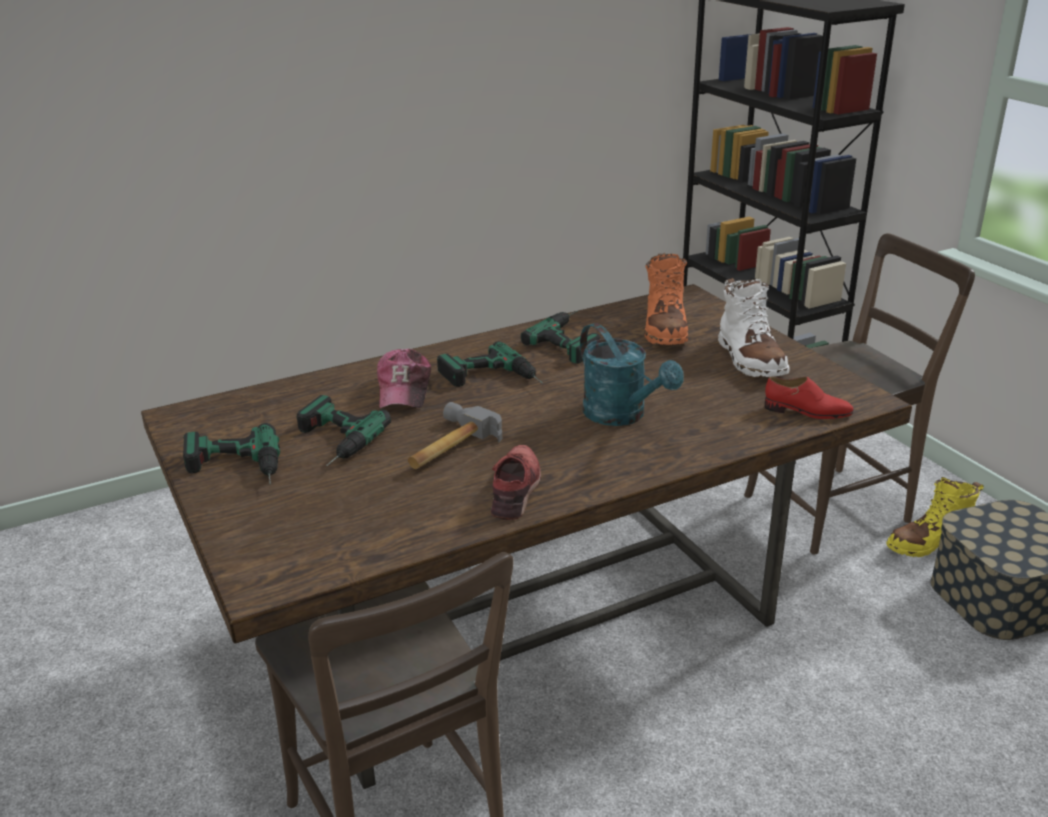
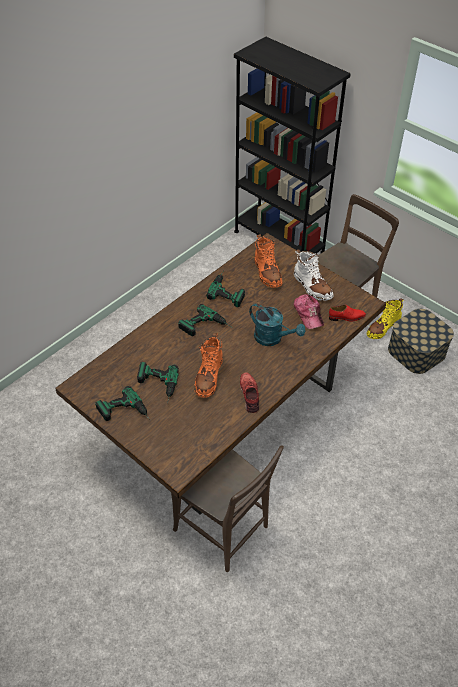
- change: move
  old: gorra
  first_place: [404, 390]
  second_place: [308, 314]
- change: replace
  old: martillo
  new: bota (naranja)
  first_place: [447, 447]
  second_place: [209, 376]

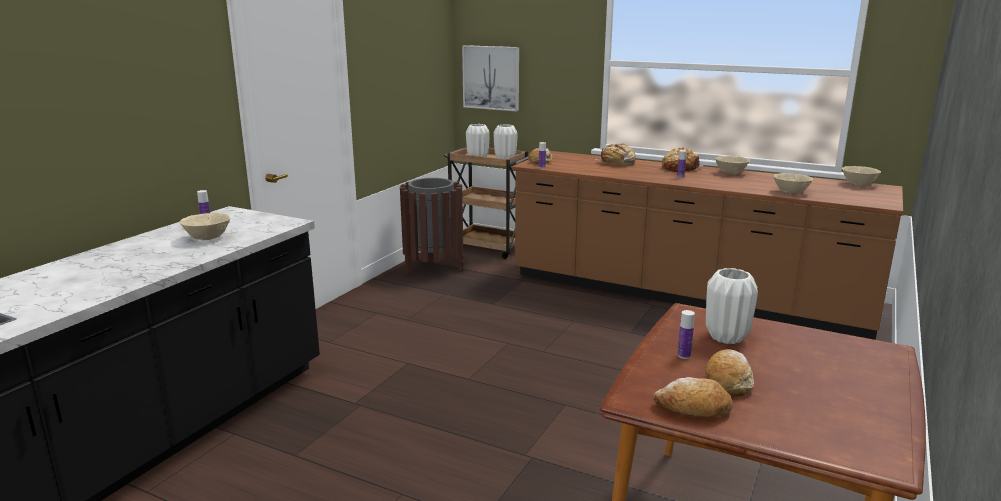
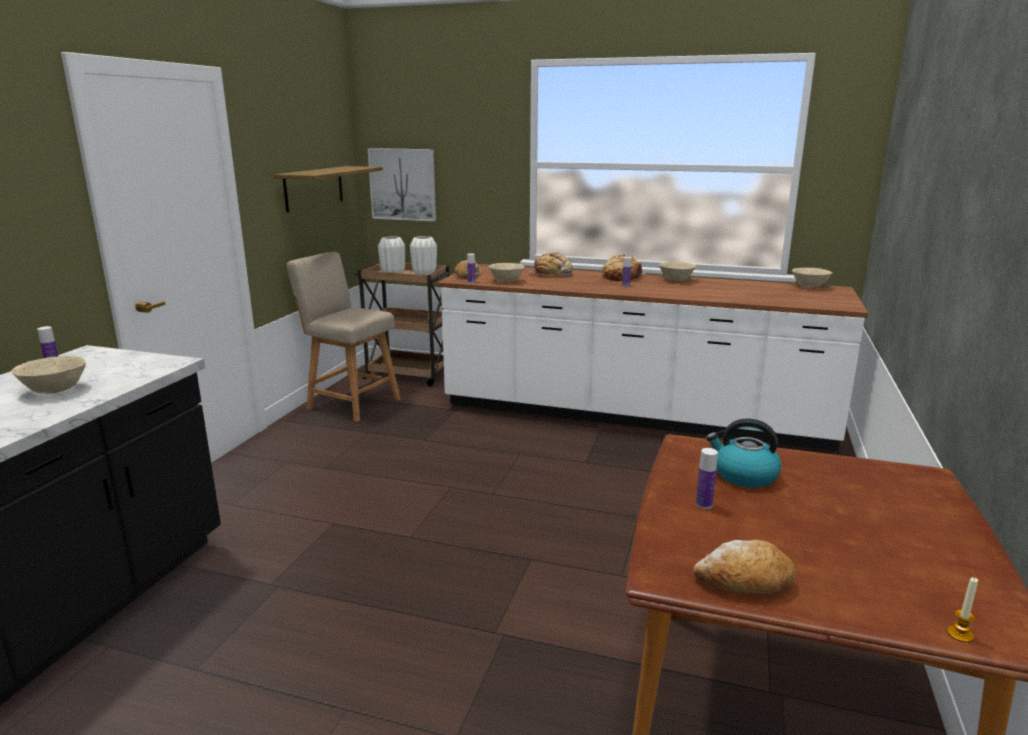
- change: delete
  old: pan
  first_place: [728, 380]
- change: insert
  new: estante
  second_place: [314, 188]
- change: insert
  new: vela
  second_place: [960, 634]
- change: move
  old: cuenco (beis)
  first_place: [790, 192]
  second_place: [506, 281]
- change: replace
  old: papelera (marrón)
  new: silla (beis)
  first_place: [434, 268]
  second_place: [350, 403]
- change: replace
  old: florero (blanco)
  new: hervidor
  first_place: [726, 338]
  second_place: [743, 475]
- change: recolor
  old: mueble bajo de cocina (marrón)
  new: mueble bajo de cocina (blanco)
  first_place: [685, 295]
  second_place: [633, 414]

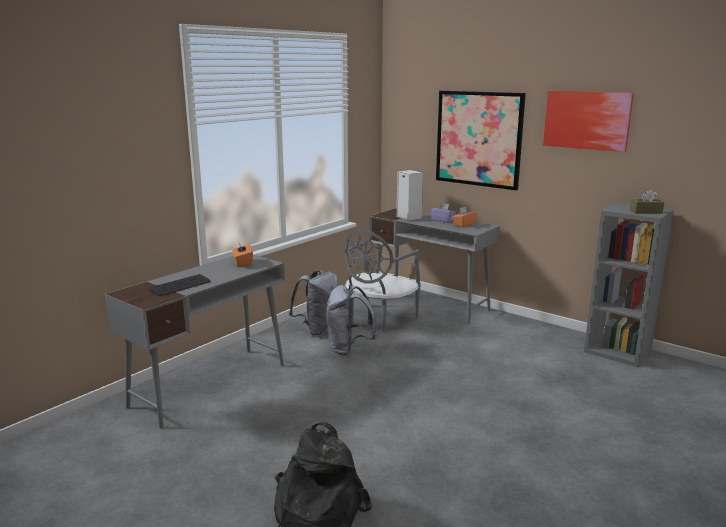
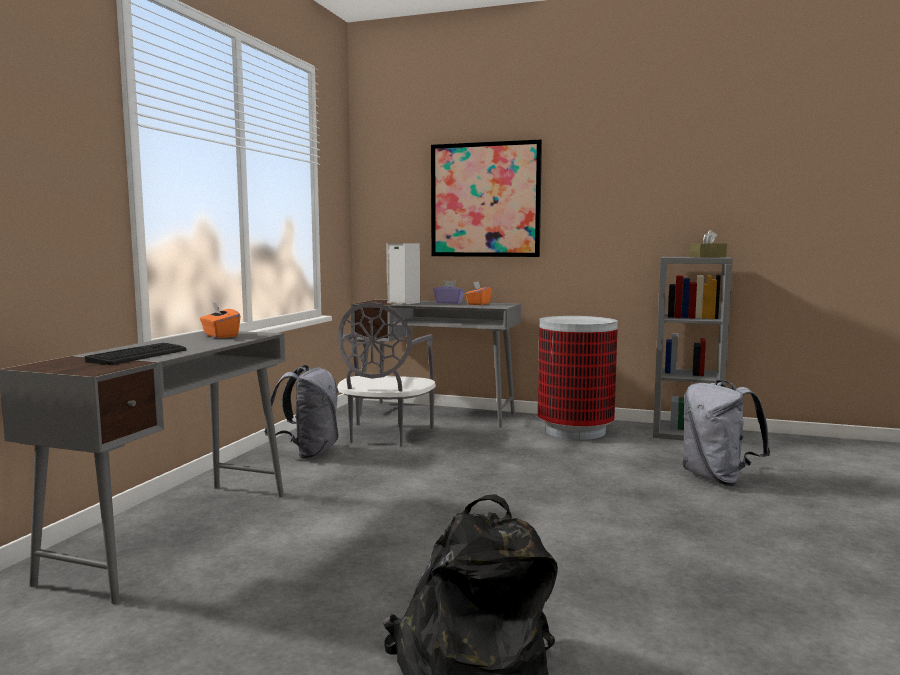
- change: delete
  old: cuadro
  first_place: [586, 120]
- change: insert
  new: papelera
  second_place: [574, 431]
- change: move
  old: mochila (gris)
  first_place: [349, 349]
  second_place: [718, 479]

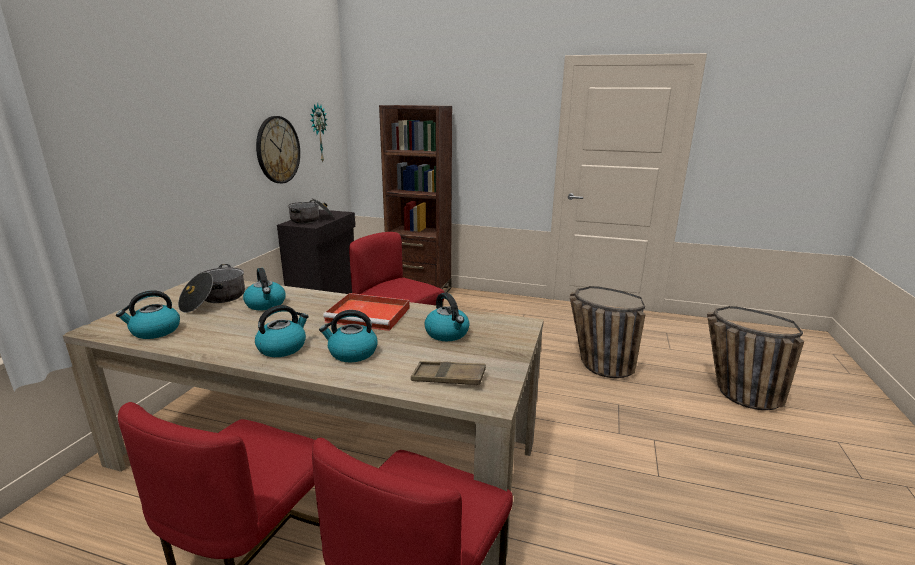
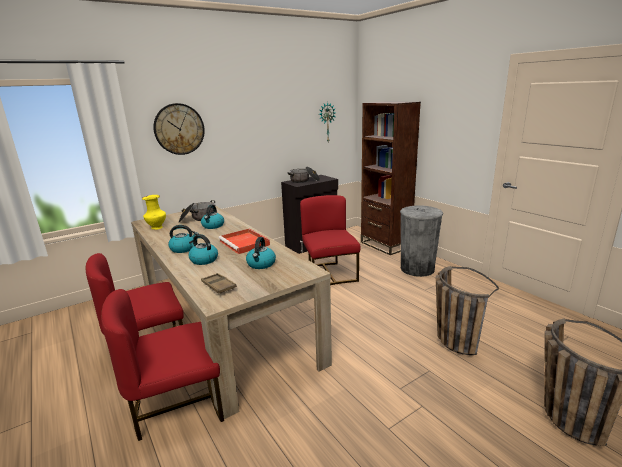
- change: insert
  new: papelera (gris)
  second_place: [417, 269]
- change: move
  old: reloj de pared
  first_place: [278, 150]
  second_place: [179, 129]
- change: replace
  old: hervidor
  new: florero (amarillo)
  first_place: [155, 331]
  second_place: [157, 228]

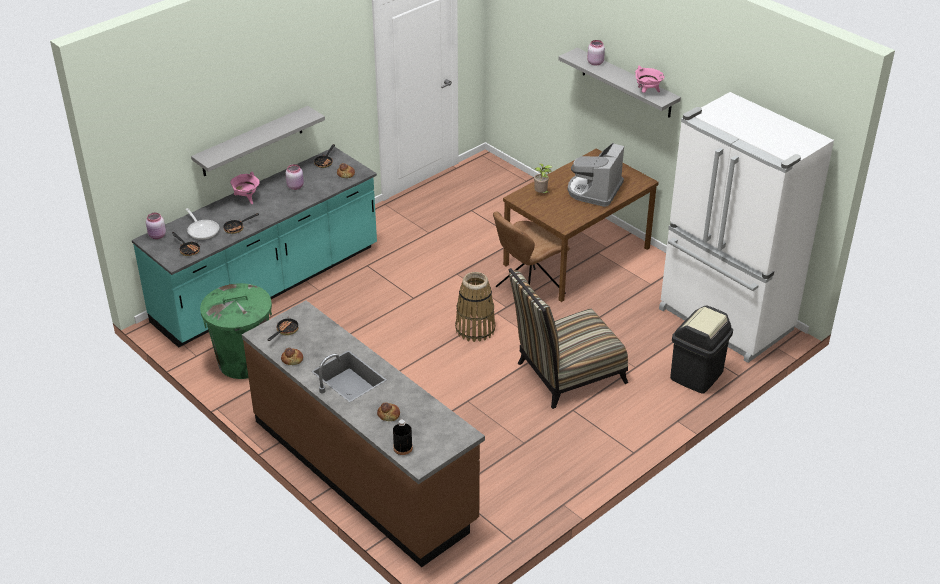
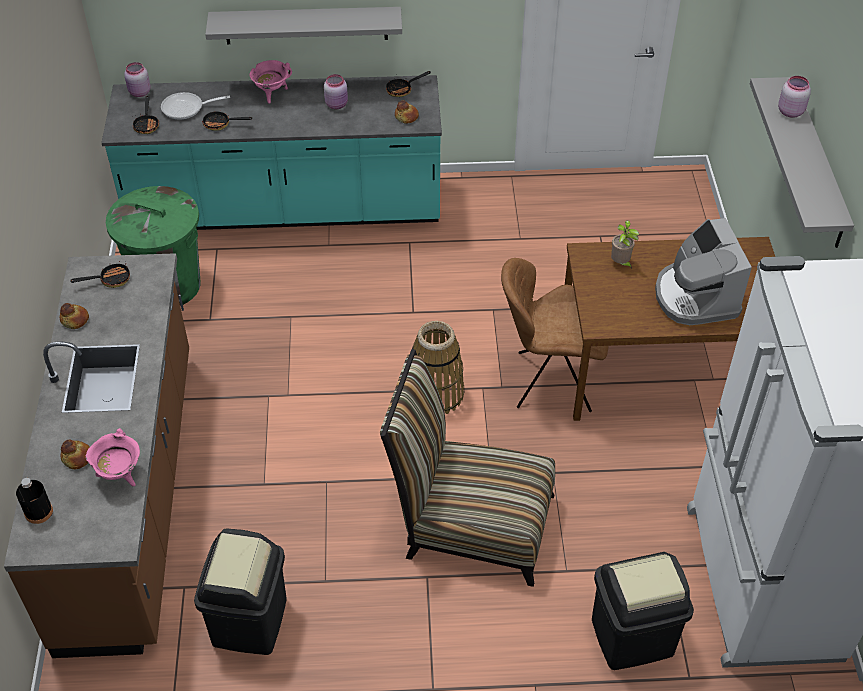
- change: insert
  new: papelera (negro)
  second_place: [249, 621]
- change: move
  old: olla (rosa)
  first_place: [647, 92]
  second_place: [120, 475]
- change: rotate
  old: sartén
  first_place: [202, 230]
  second_place: [186, 109]
  degrees: 75
- change: rotate
  old: cafetera
  first_place: [594, 190]
  second_place: [695, 297]
  degrees: -75

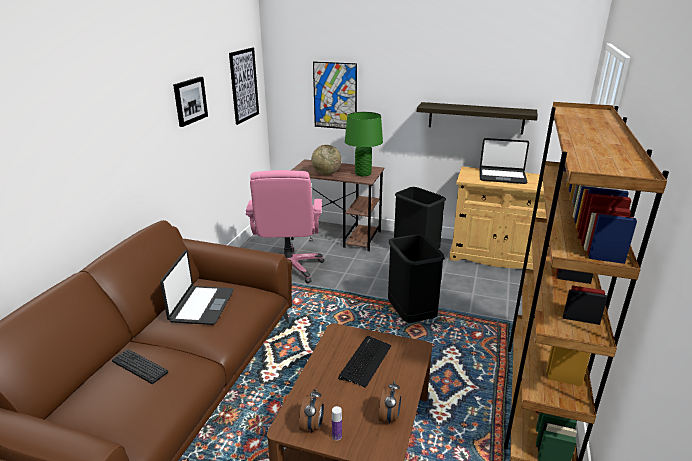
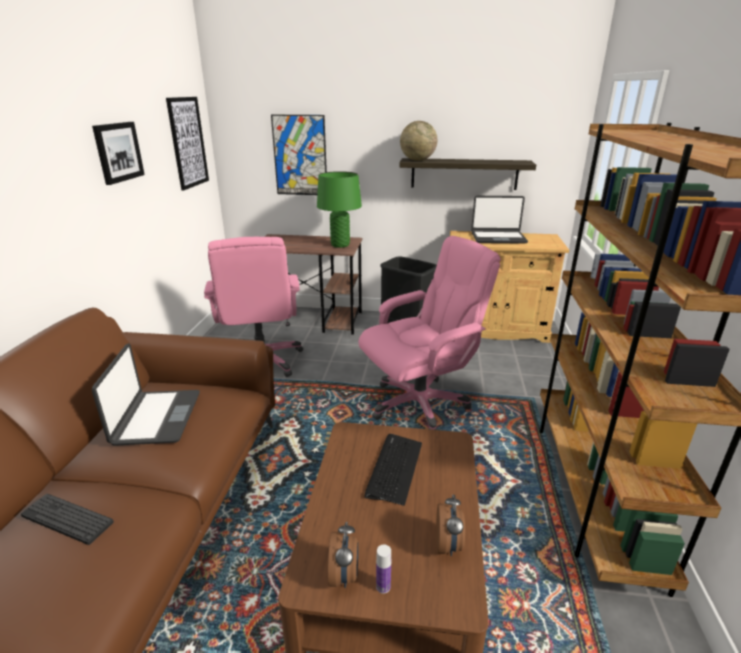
- change: move
  old: globo terráqueo
  first_place: [326, 174]
  second_place: [417, 160]
- change: replace
  old: papelera (negro)
  new: silla de oficina (rosa)
  first_place: [411, 316]
  second_place: [420, 403]

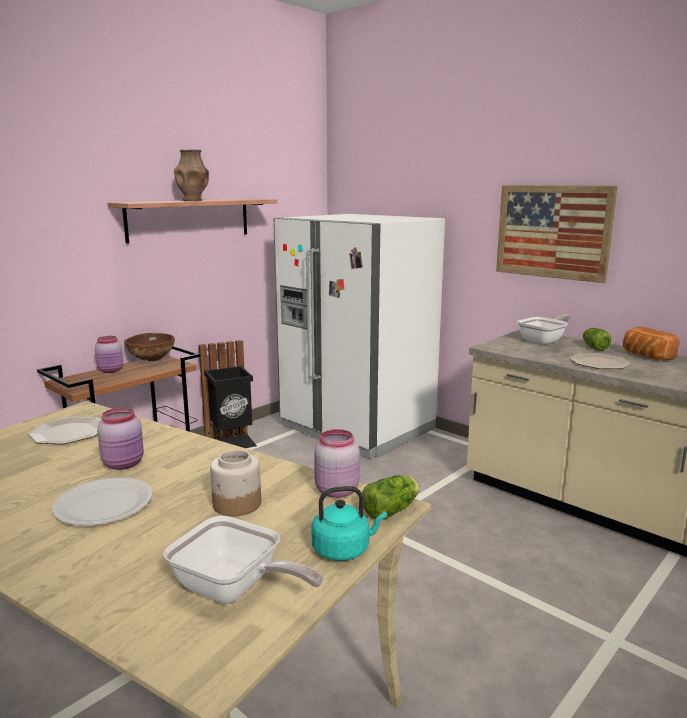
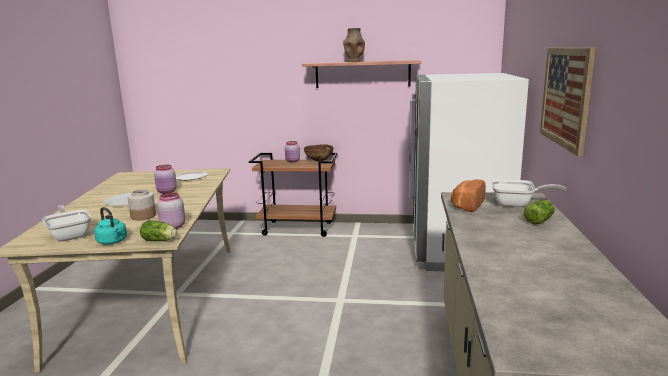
- change: delete
  old: papelera (negro)
  first_place: [231, 443]
- change: delete
  old: plato
  first_place: [600, 363]
- change: move
  old: pan
  first_place: [645, 356]
  second_place: [466, 205]
- change: rotate
  old: sartén
  first_place: [234, 590]
  second_place: [70, 235]
  degrees: 150

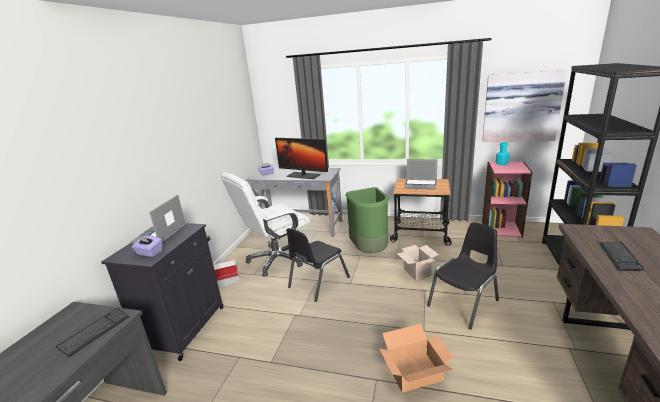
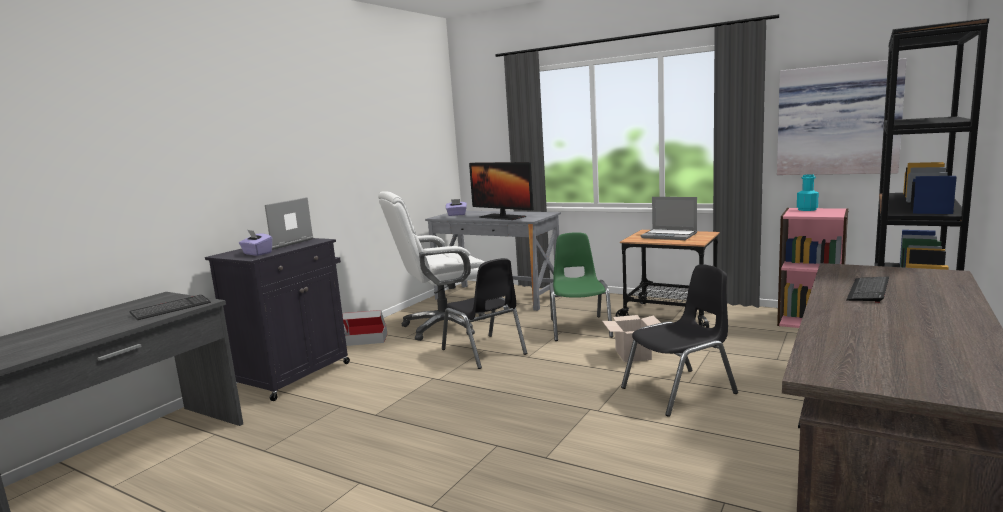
- change: delete
  old: caja de cartón
  first_place: [415, 372]
- change: replace
  old: papelera (verde)
  new: silla (verde)
  first_place: [370, 251]
  second_place: [579, 328]
- change: rotate
  old: silla (negro)
  first_place: [318, 282]
  second_place: [484, 352]
  degrees: -90

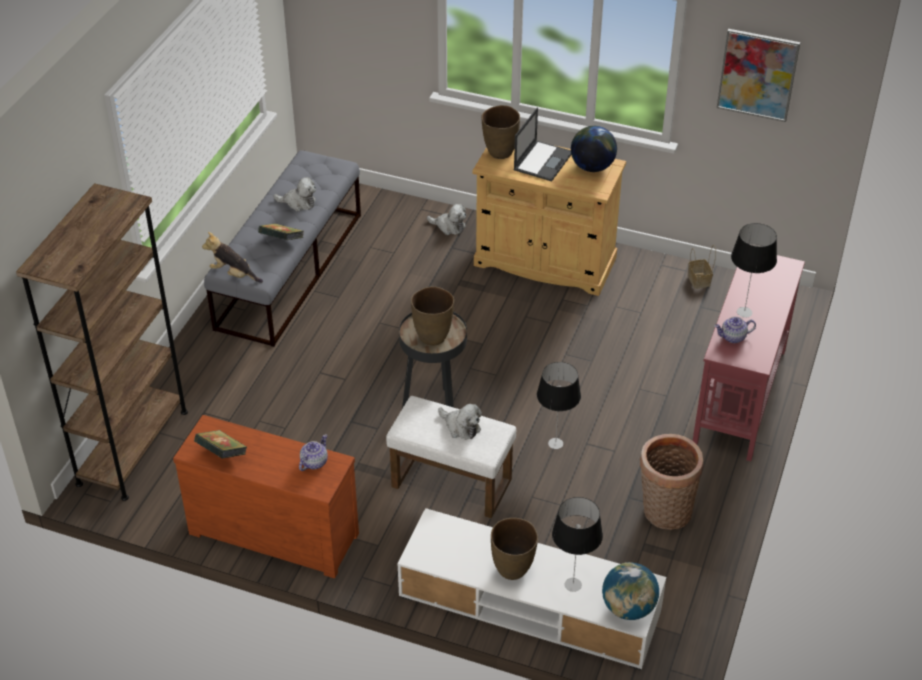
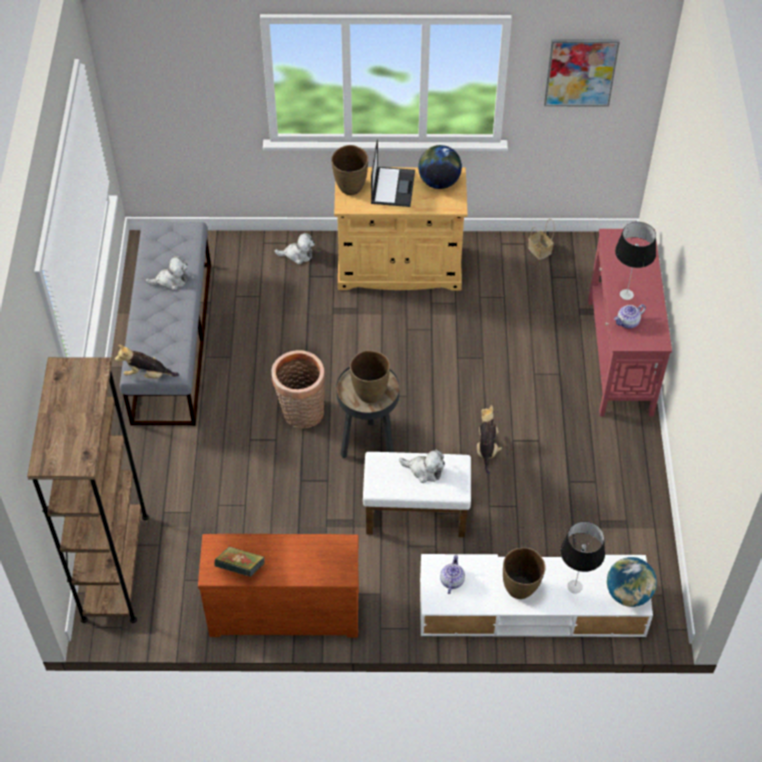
- change: delete
  old: libro
  first_place: [282, 241]
- change: move
  old: tetera
  first_place: [314, 462]
  second_place: [451, 580]
- change: move
  old: cesta
  first_place: [664, 513]
  second_place: [301, 414]
- change: replace
  old: lámpara de mesa
  new: peluche
  first_place: [555, 444]
  second_place: [487, 448]

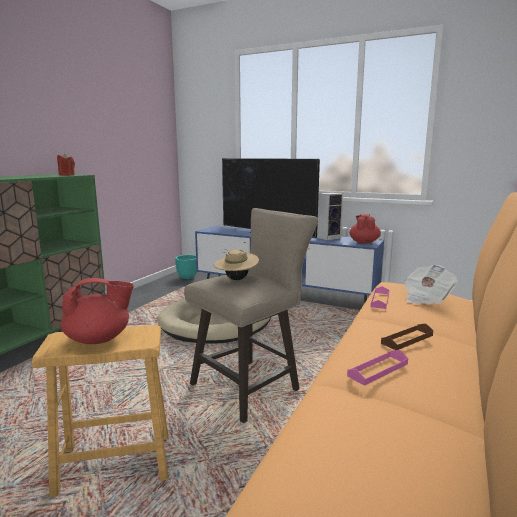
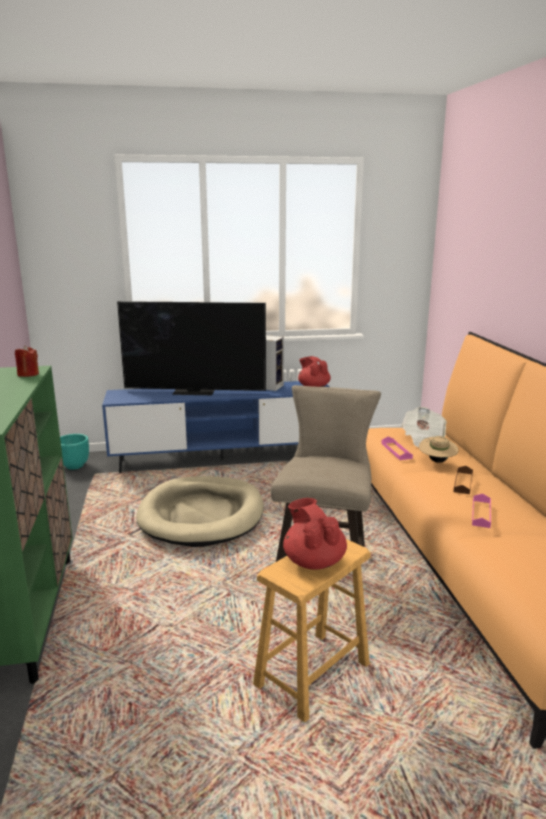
- change: move
  old: sombrero (beis)
  first_place: [236, 279]
  second_place: [437, 461]
- change: rotate
  old: tetera (rojo)
  first_place: [99, 339]
  second_place: [313, 561]
  degrees: -60

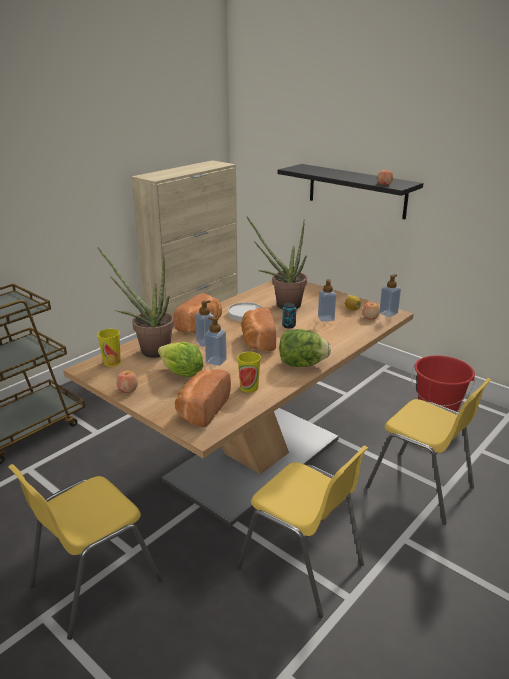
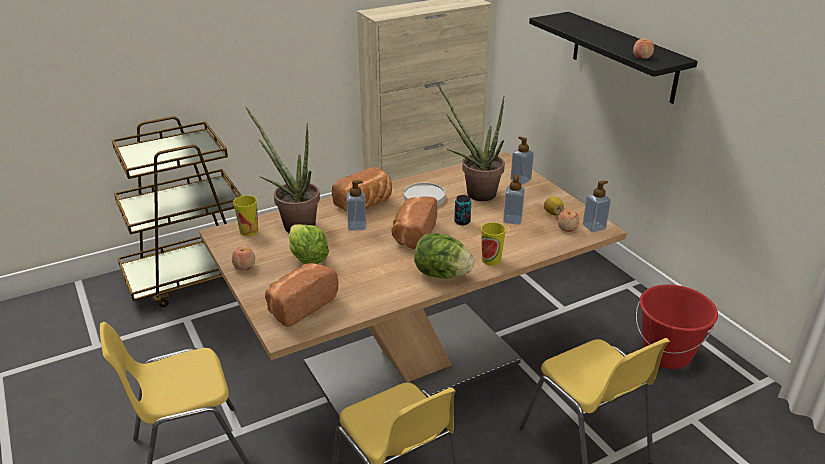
- change: move
  old: dispensador de jabón
  first_place: [216, 361]
  second_place: [520, 180]
- change: move
  old: taza
  first_place: [249, 387]
  second_place: [491, 260]

